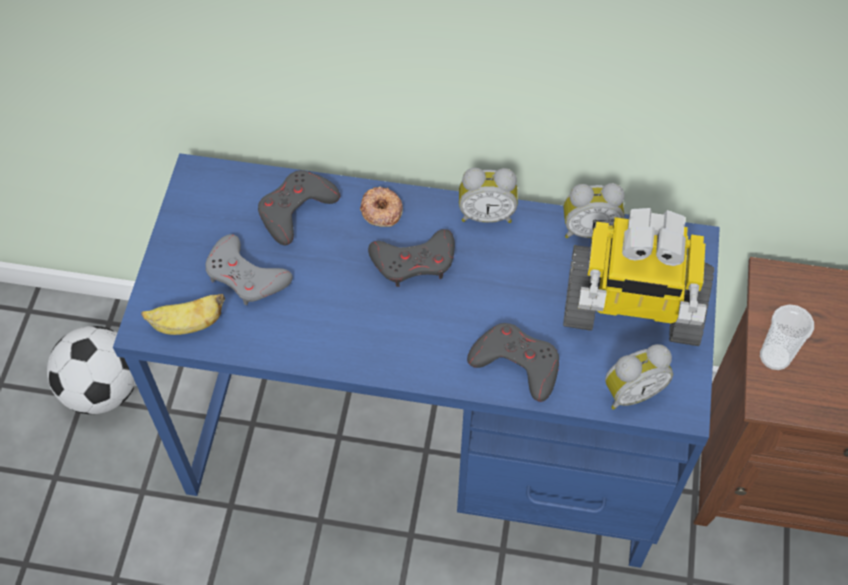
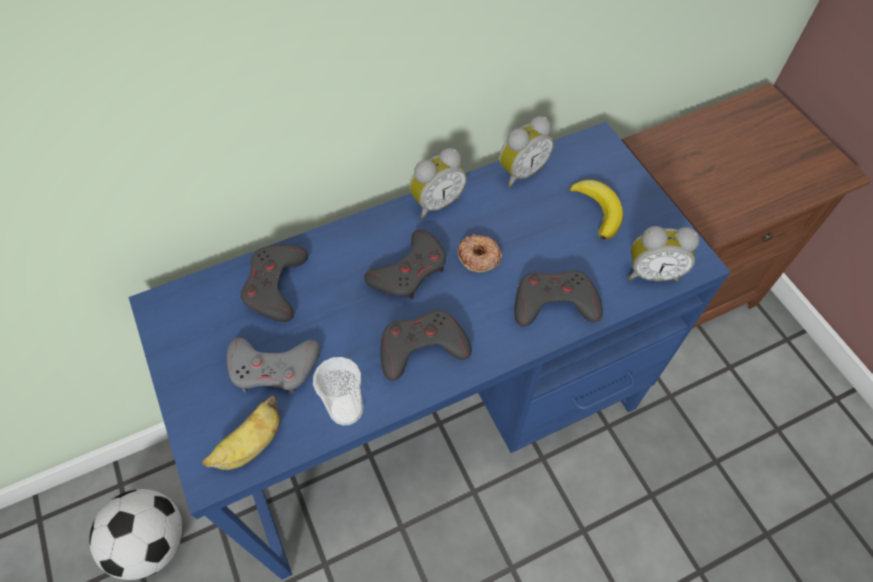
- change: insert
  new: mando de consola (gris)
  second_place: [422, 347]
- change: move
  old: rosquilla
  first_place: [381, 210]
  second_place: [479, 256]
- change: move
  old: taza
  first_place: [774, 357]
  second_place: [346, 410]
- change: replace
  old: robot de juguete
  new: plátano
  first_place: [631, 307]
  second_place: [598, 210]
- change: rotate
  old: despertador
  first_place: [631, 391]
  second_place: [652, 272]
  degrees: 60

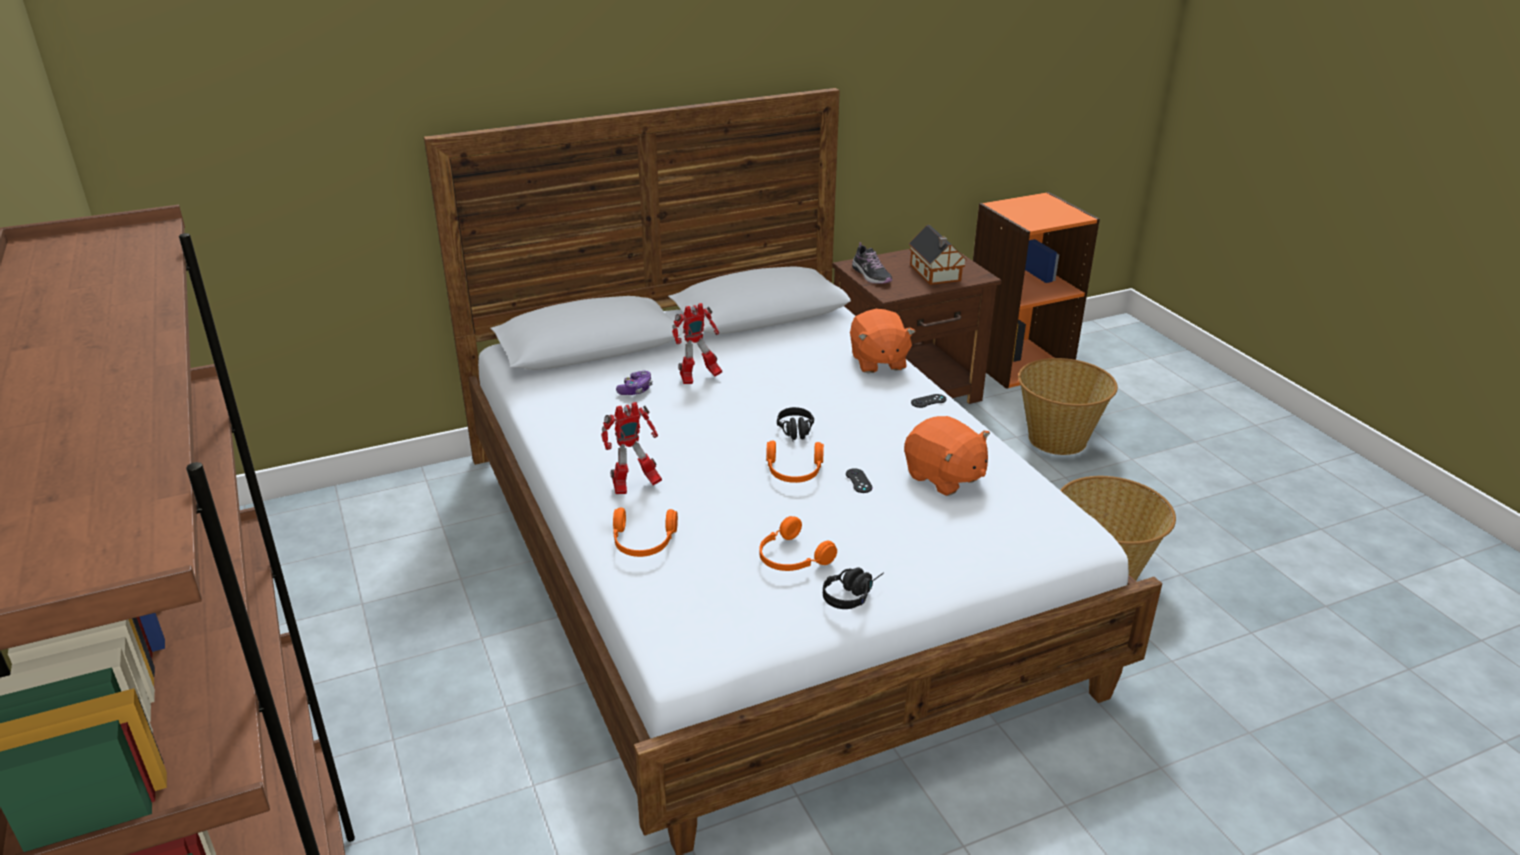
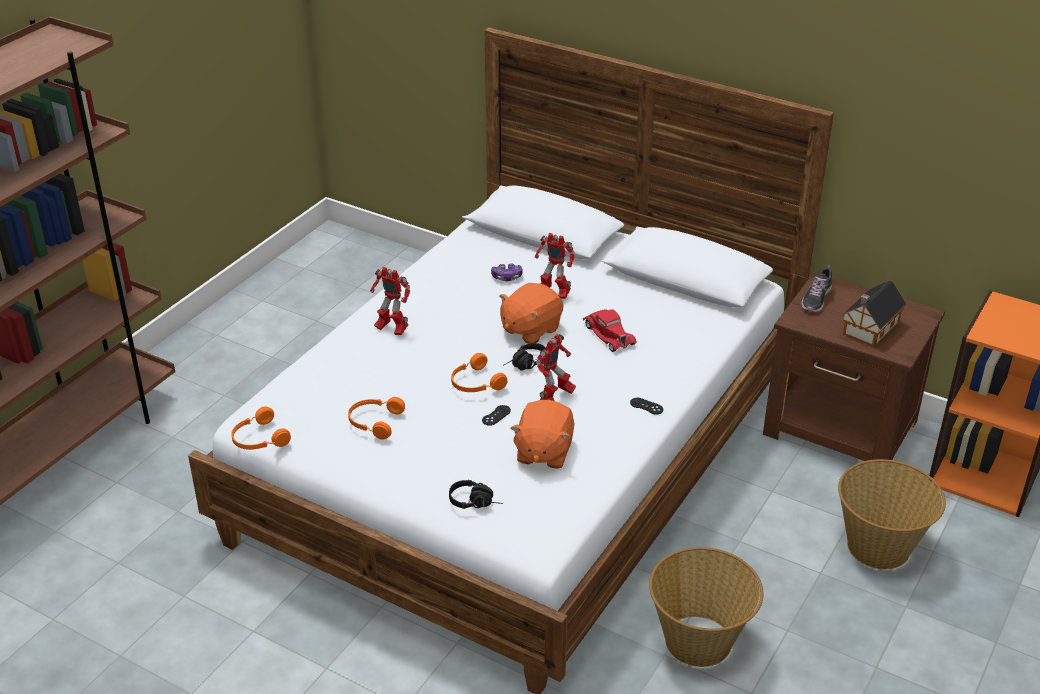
- change: insert
  new: robot de juguete
  second_place: [555, 399]
- change: insert
  new: coche de juguete (rojo)
  second_place: [608, 334]
- change: move
  old: auriculares (naranja)
  first_place: [643, 543]
  second_place: [258, 439]
- change: move
  old: auriculares (negro)
  first_place: [852, 594]
  second_place: [476, 502]
- change: move
  old: peluche (naranja)
  first_place: [877, 362]
  second_place: [530, 329]

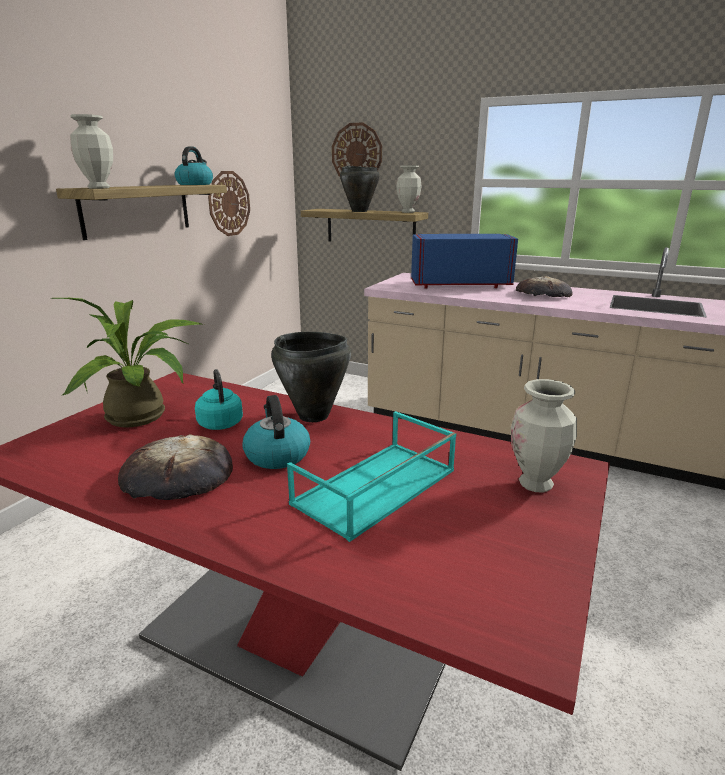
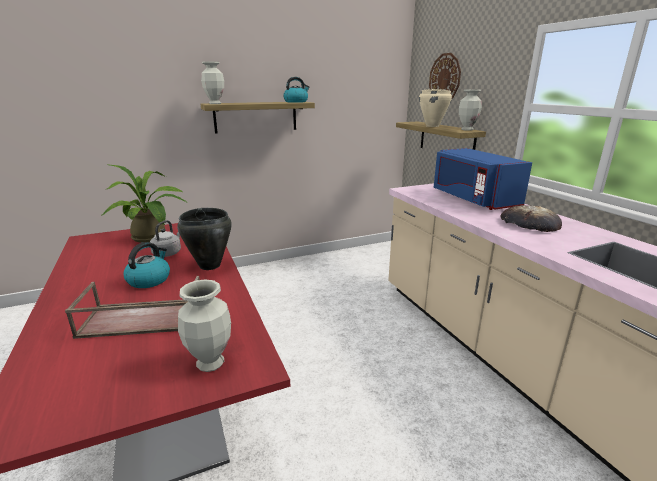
- change: delete
  old: pan
  first_place: [177, 476]
- change: delete
  old: reloj de pared
  first_place: [229, 203]
- change: recolor
  old: hervidor (turquesa)
  new: hervidor (gris)
  first_place: [220, 423]
  second_place: [168, 253]
- change: recolor
  old: bandeja (turquesa)
  new: bandeja (marrón)
  first_place: [376, 488]
  second_place: [141, 318]
- change: recolor
  old: olla (negro)
  new: olla (beis)
  first_place: [359, 211]
  second_place: [432, 126]
- change: rotate
  old: microondas (azul)
  first_place: [459, 284]
  second_place: [473, 199]
  degrees: -150

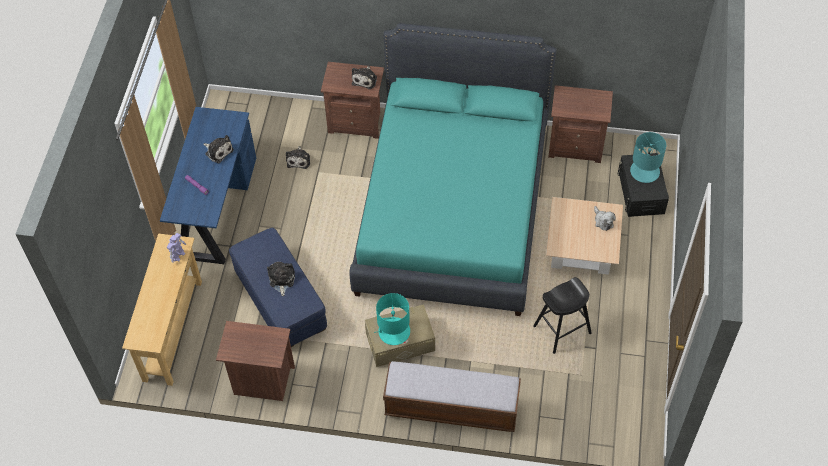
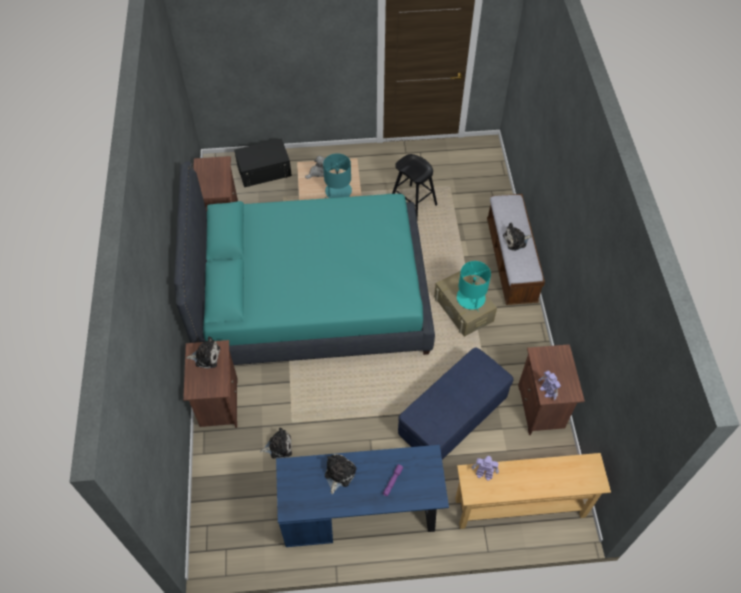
- change: insert
  new: robot de juguete
  second_place: [547, 391]
- change: move
  old: peluche
  first_place: [281, 280]
  second_place: [516, 241]
- change: move
  old: lámpara de mesa (turquesa)
  first_place: [644, 171]
  second_place: [338, 191]

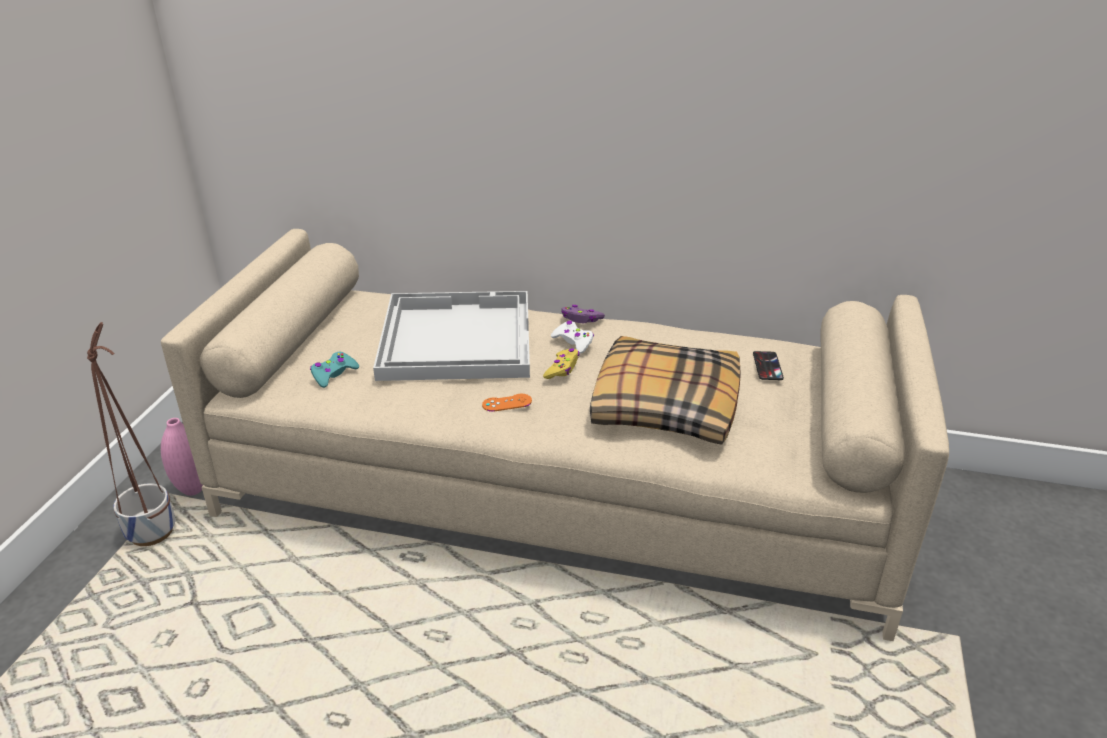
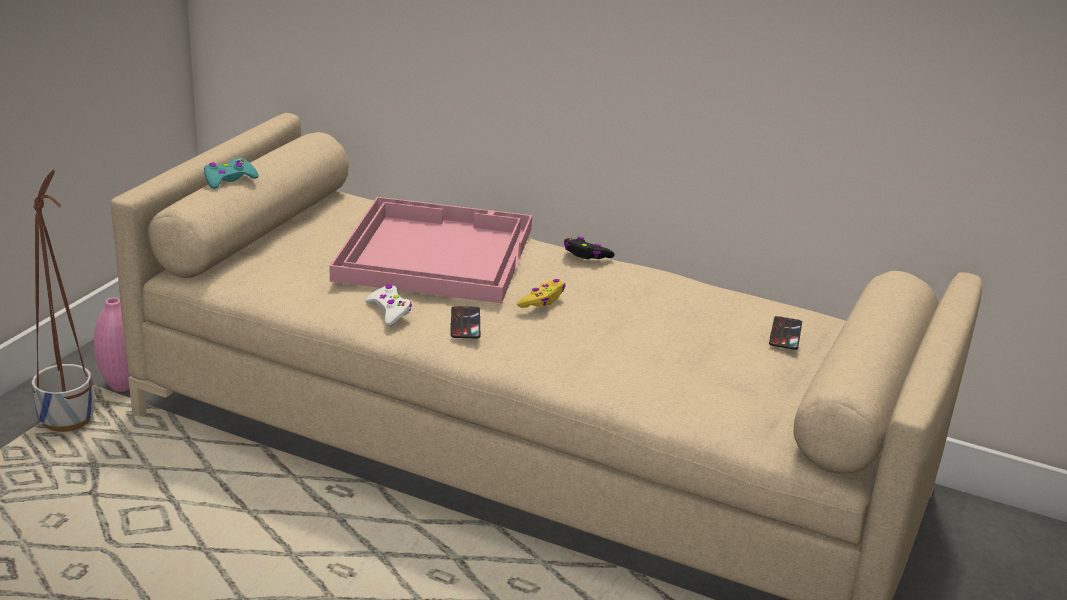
- change: delete
  old: cojín
  first_place: [664, 405]
- change: move
  old: mando de consola (turquesa)
  first_place: [333, 374]
  second_place: [229, 179]
- change: move
  old: mando de consola (blanco)
  first_place: [573, 341]
  second_place: [389, 311]
- change: replace
  old: mando de consola (naranja)
  new: móvil
  first_place: [507, 403]
  second_place: [465, 323]
- change: recolor
  old: bandeja (blanco)
  new: bandeja (rosa)
  first_place: [455, 338]
  second_place: [434, 253]
- change: recolor
  old: mando de consola (morado)
  new: mando de consola (negro)
  first_place: [581, 319]
  second_place: [586, 255]

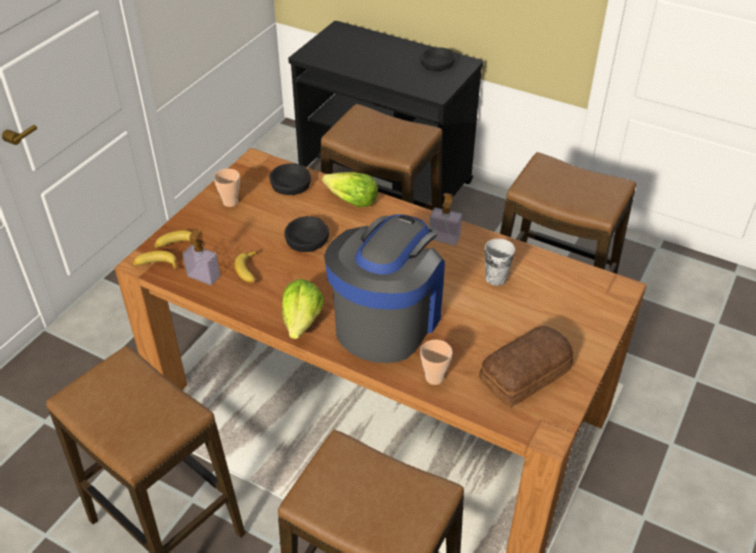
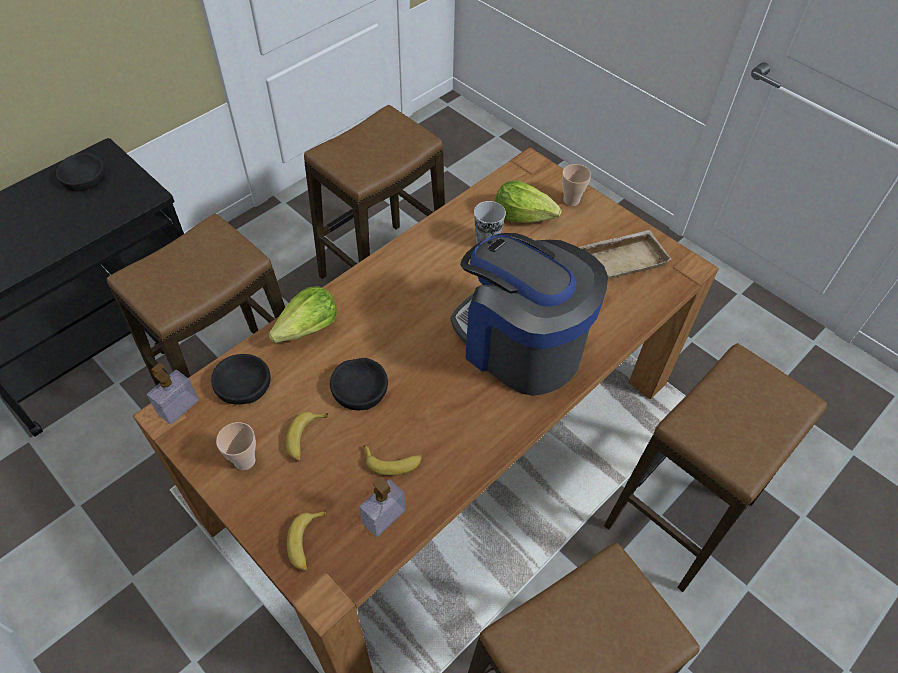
- change: move
  old: plátano
  first_place: [156, 265]
  second_place: [305, 438]
- change: move
  old: lechuga
  first_place: [302, 321]
  second_place: [523, 215]
- change: move
  old: taza
  first_place: [434, 378]
  second_place: [571, 200]
- change: move
  old: dispensador de jabón
  first_place: [444, 238]
  second_place: [178, 407]
- change: replace
  old: pan
  new: bandeja (beis)
  first_place: [527, 375]
  second_place: [620, 259]

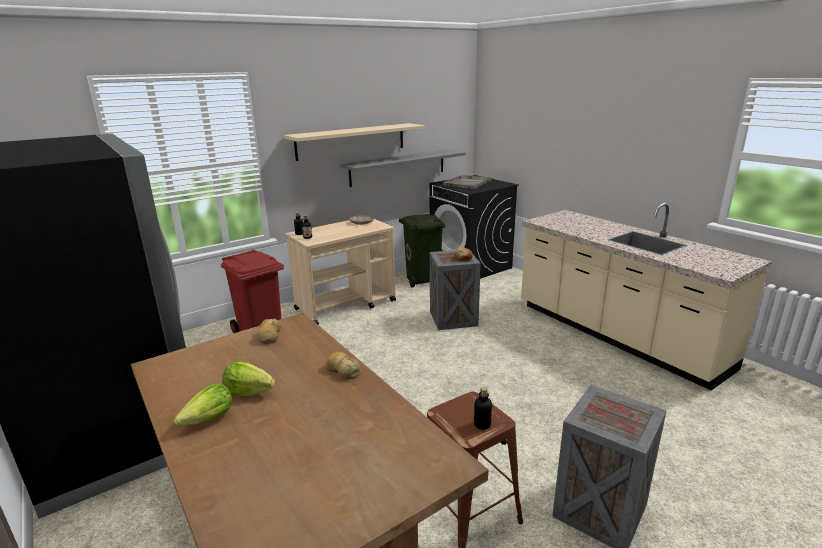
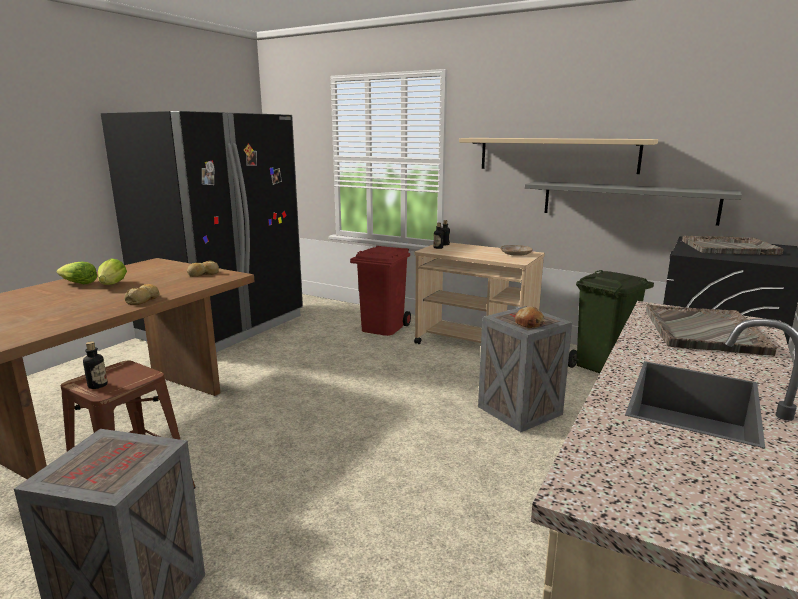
- change: insert
  new: bandeja (gris)
  second_place: [703, 331]

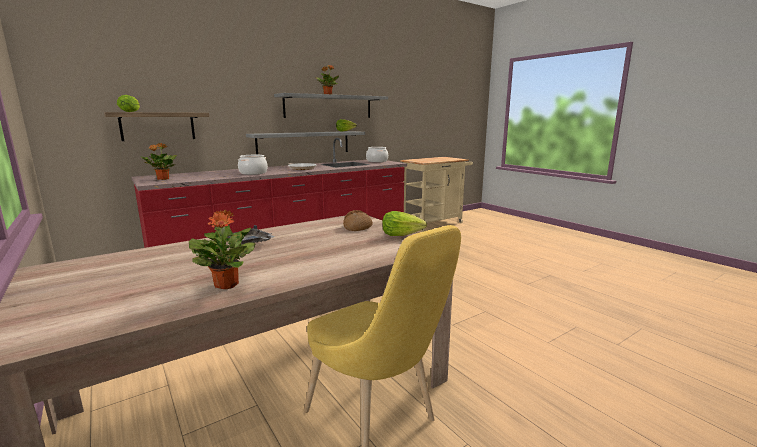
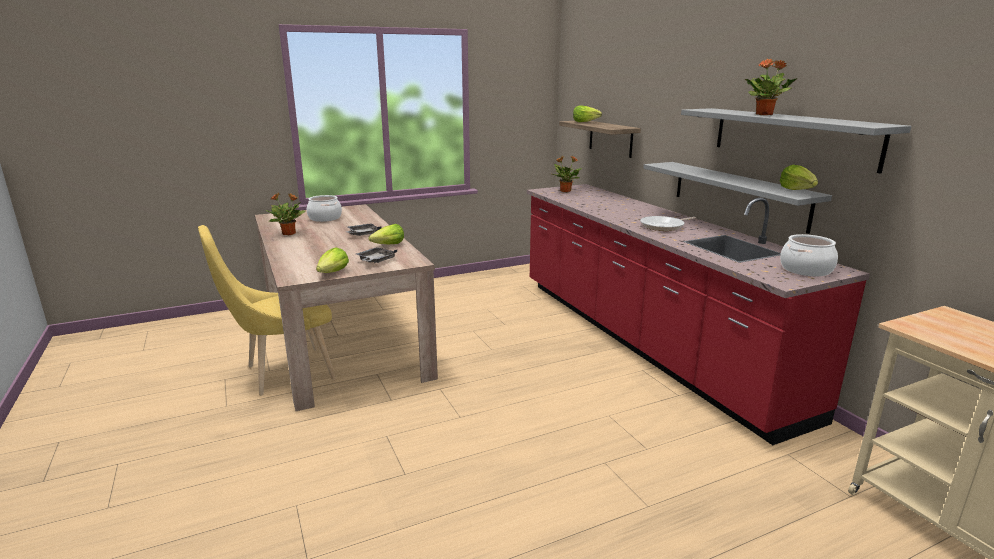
- change: insert
  new: lechuga
  second_place: [389, 245]
- change: move
  old: olla
  first_place: [253, 173]
  second_place: [325, 218]
- change: replace
  old: pan
  new: bandeja (gris)
  first_place: [357, 227]
  second_place: [375, 261]

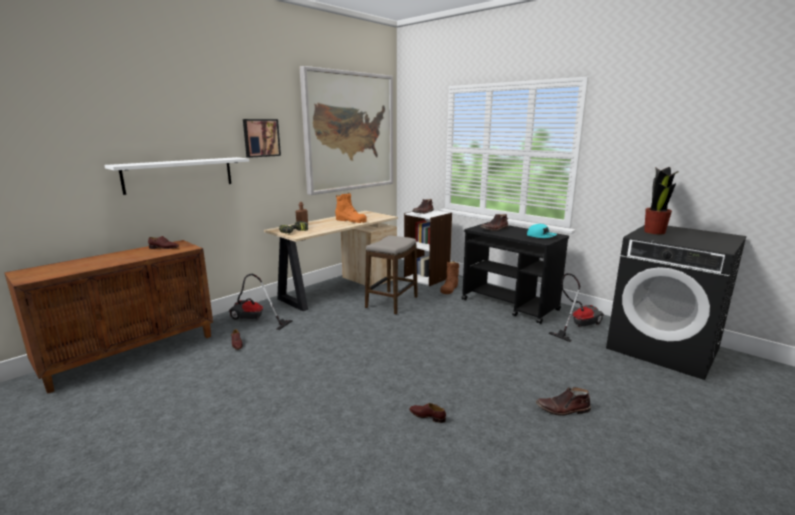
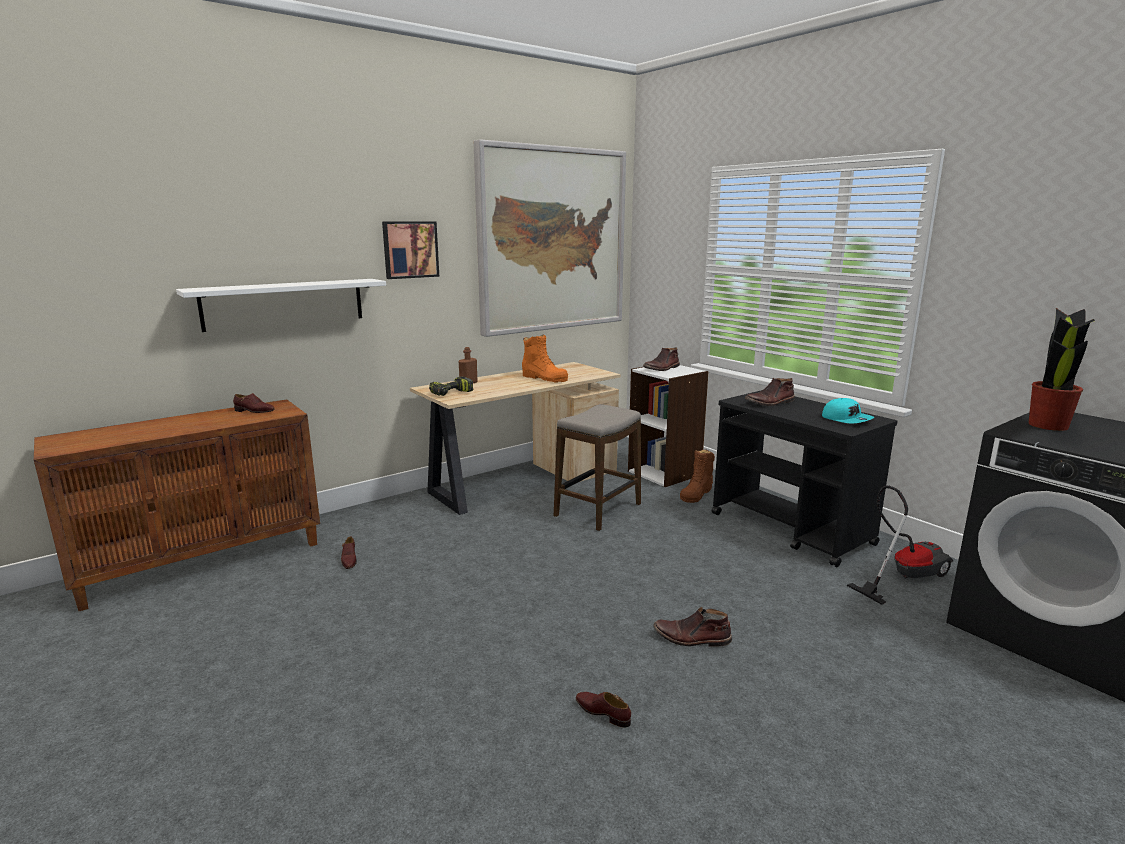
- change: delete
  old: aspiradora
  first_place: [254, 320]
- change: move
  old: bota (marrón)
  first_place: [563, 409]
  second_place: [691, 638]

